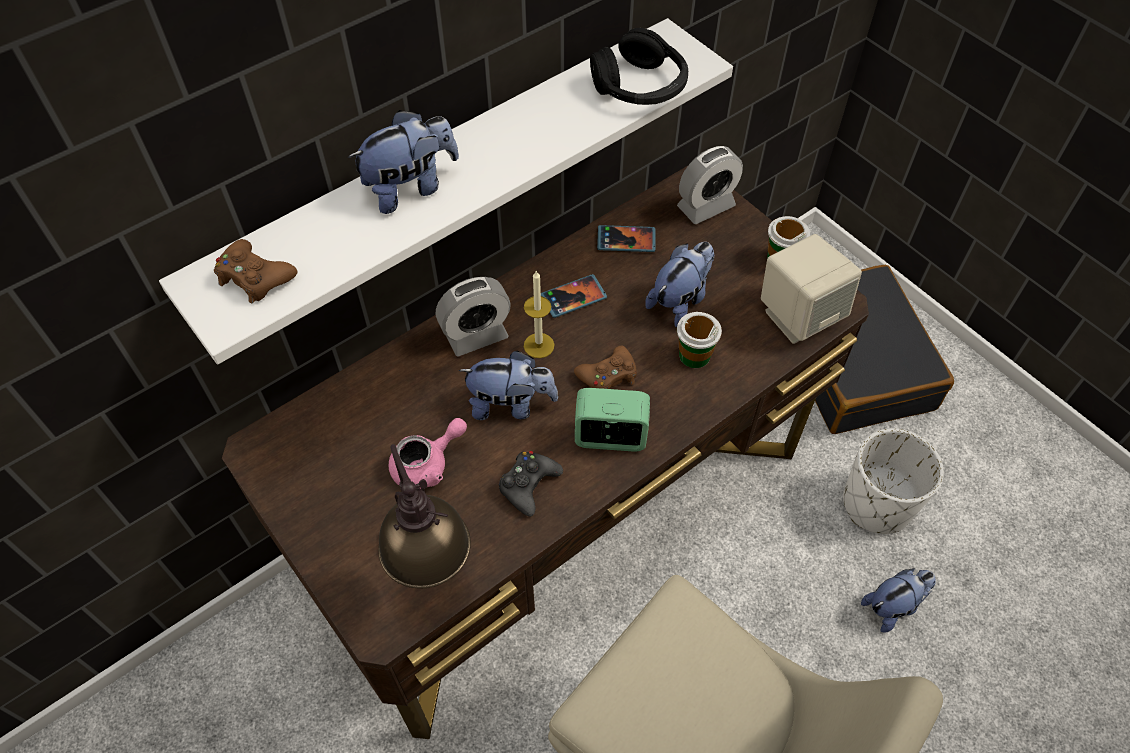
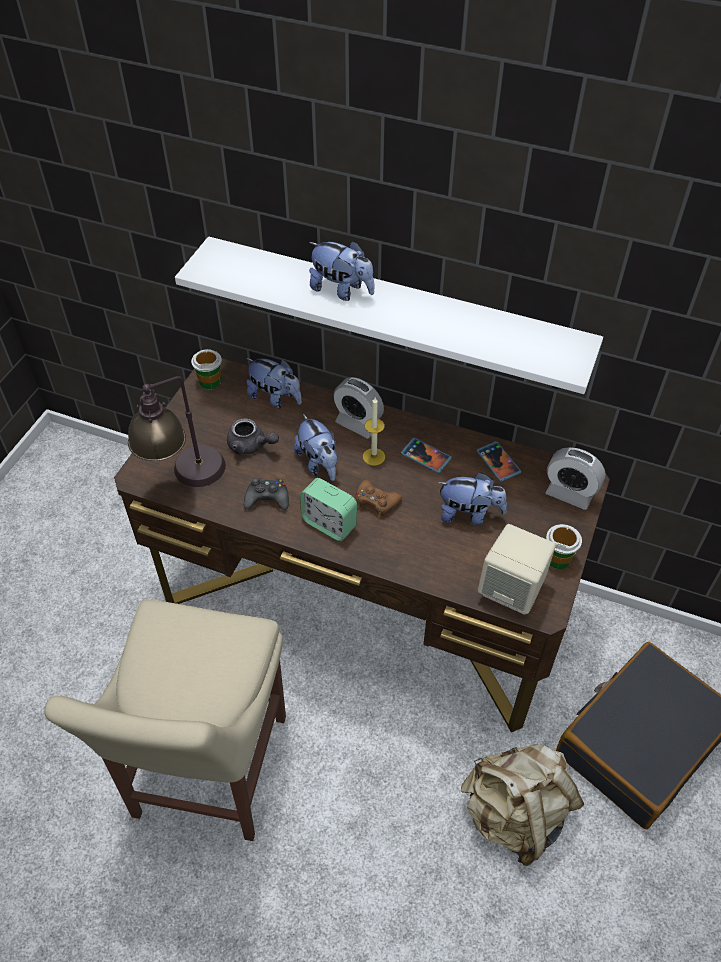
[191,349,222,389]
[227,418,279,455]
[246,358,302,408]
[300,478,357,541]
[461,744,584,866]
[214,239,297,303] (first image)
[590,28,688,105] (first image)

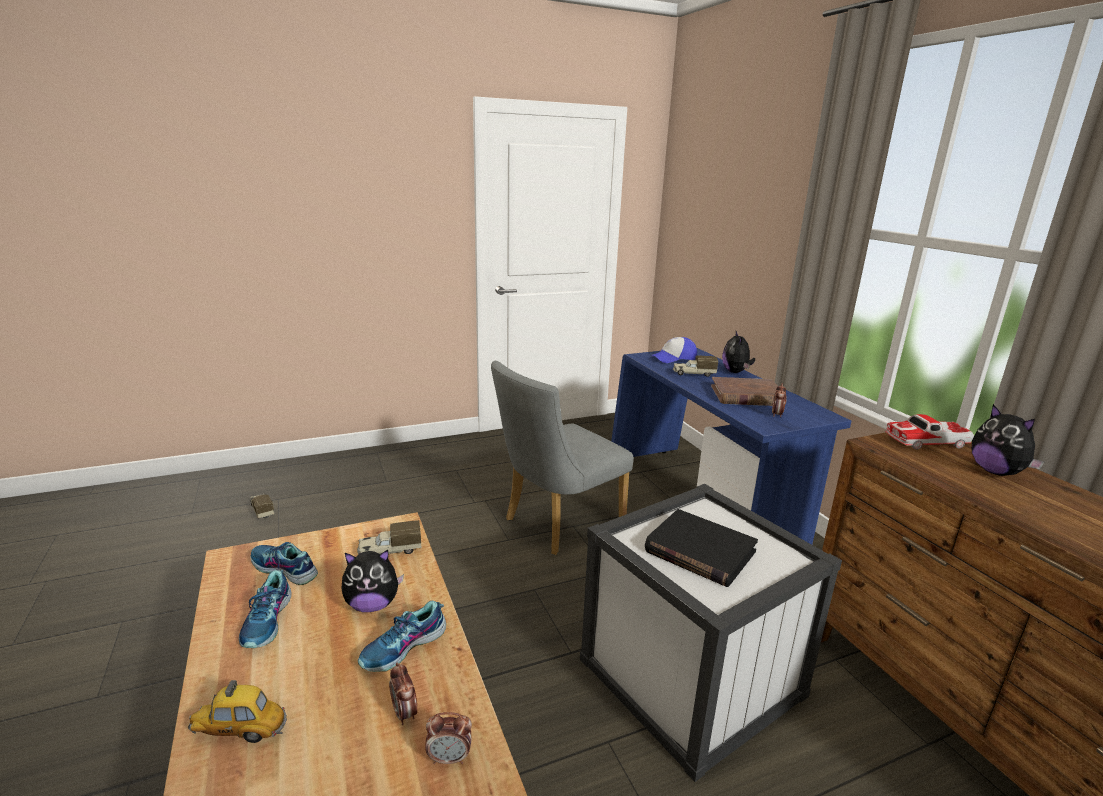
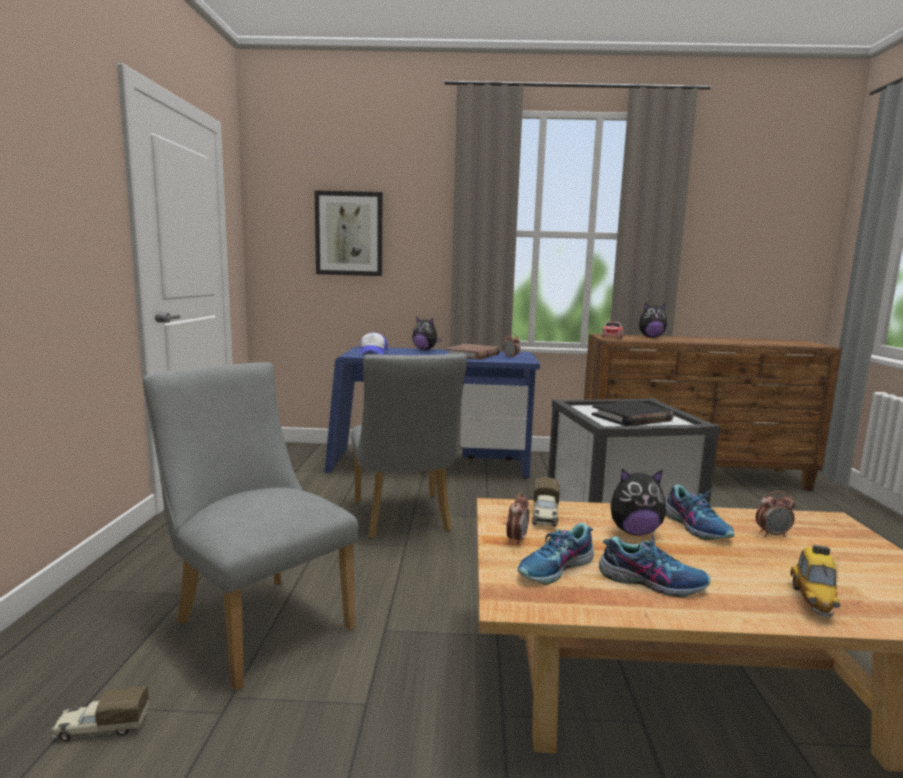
[143,362,358,691]
[314,190,383,276]
[507,493,529,545]
[611,469,666,536]
[673,356,718,377] (first image)

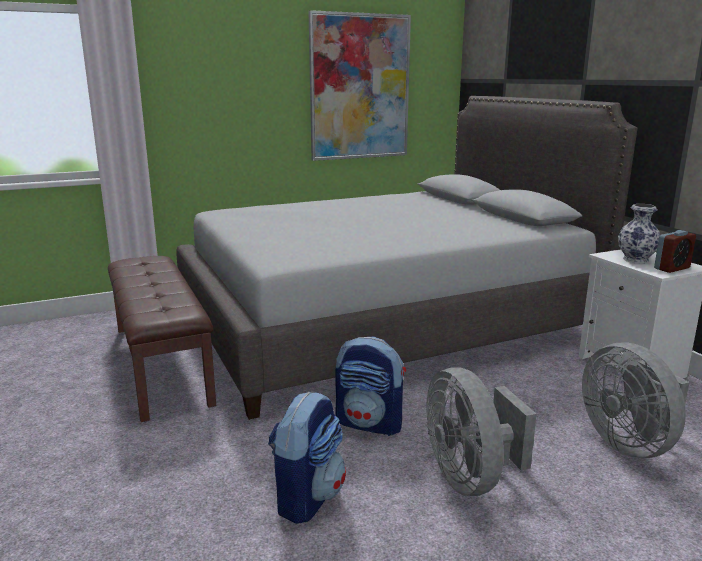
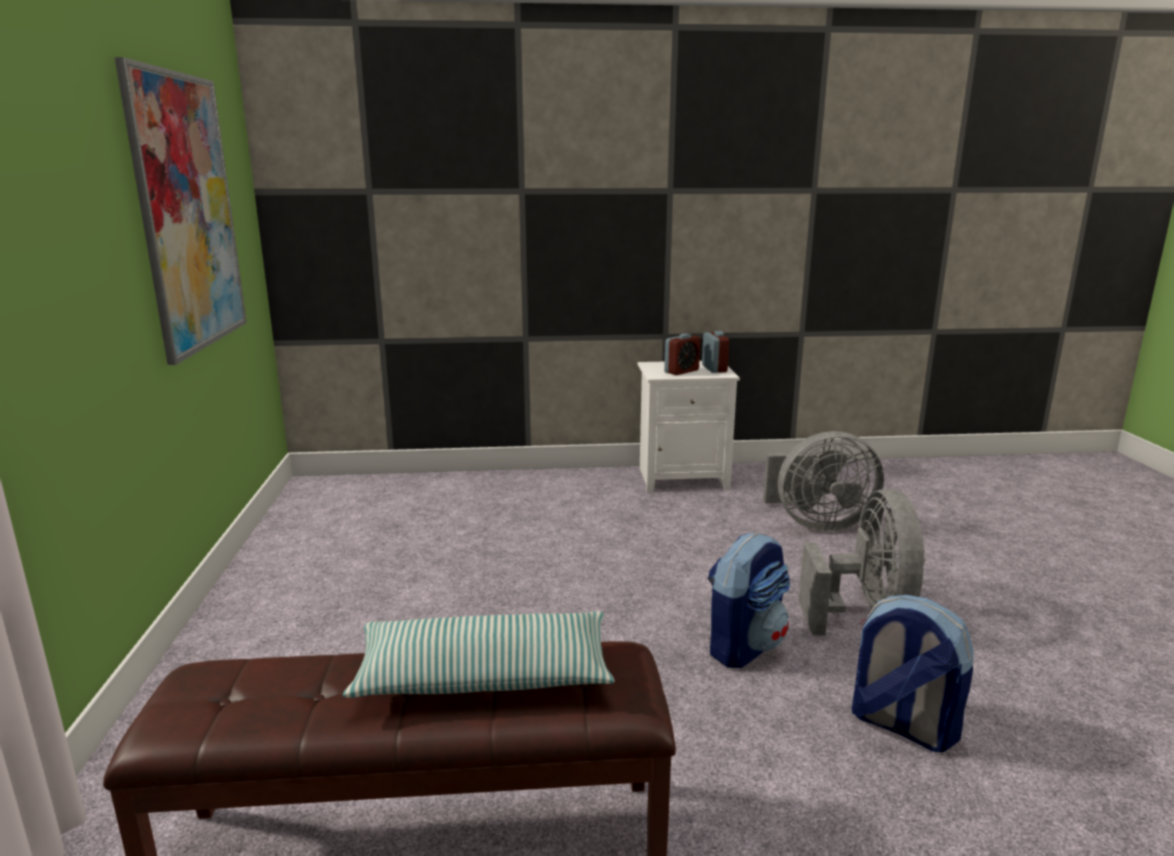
[343,611,615,698]
[664,333,700,375]
[798,489,925,635]
[177,96,637,420] (first image)

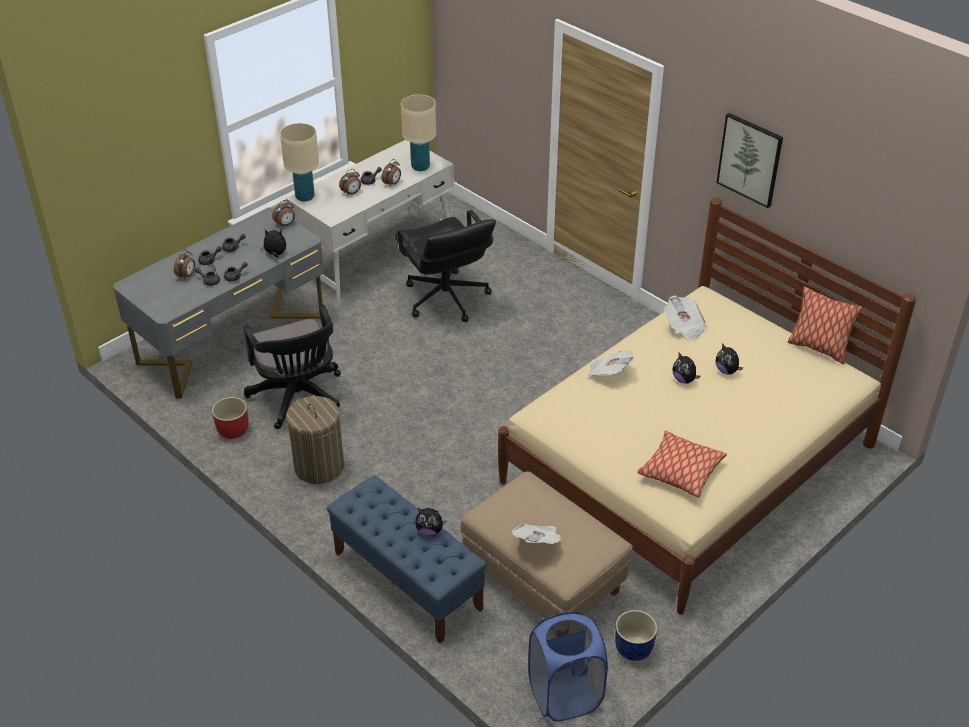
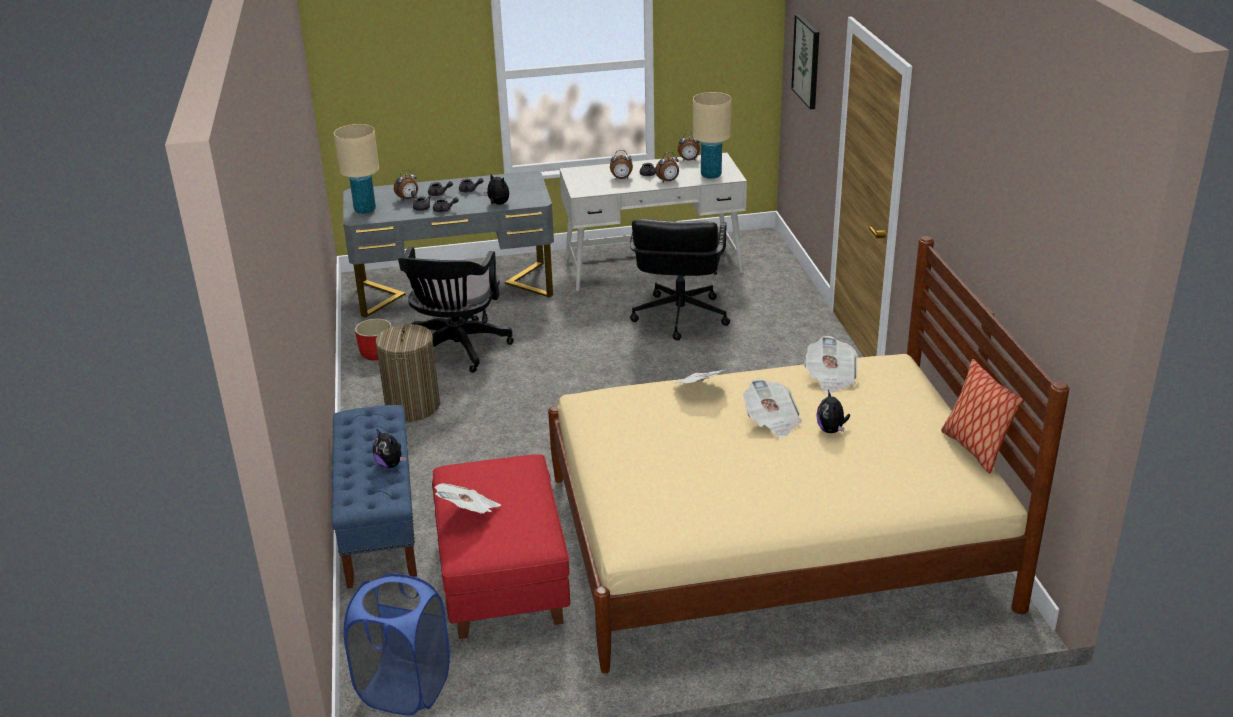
[334,124,379,214]
[432,454,570,639]
[678,132,700,161]
[743,378,802,438]
[791,14,819,109]
[615,610,657,661] (first image)
[637,431,727,497] (first image)

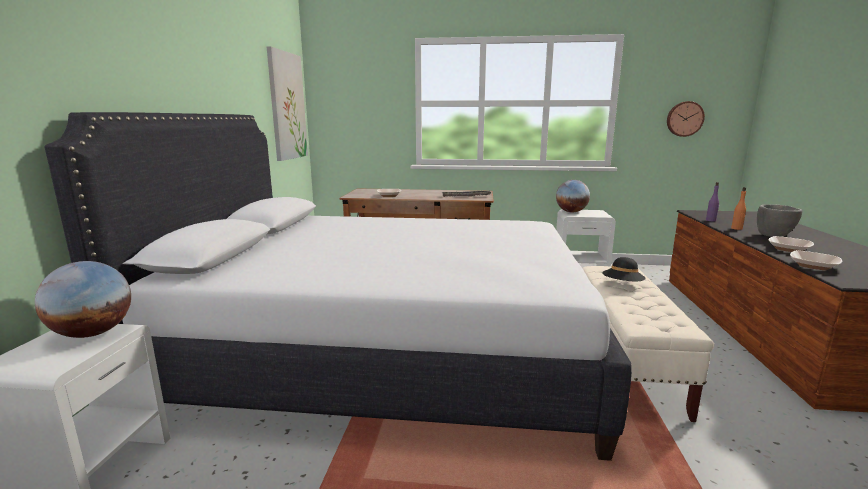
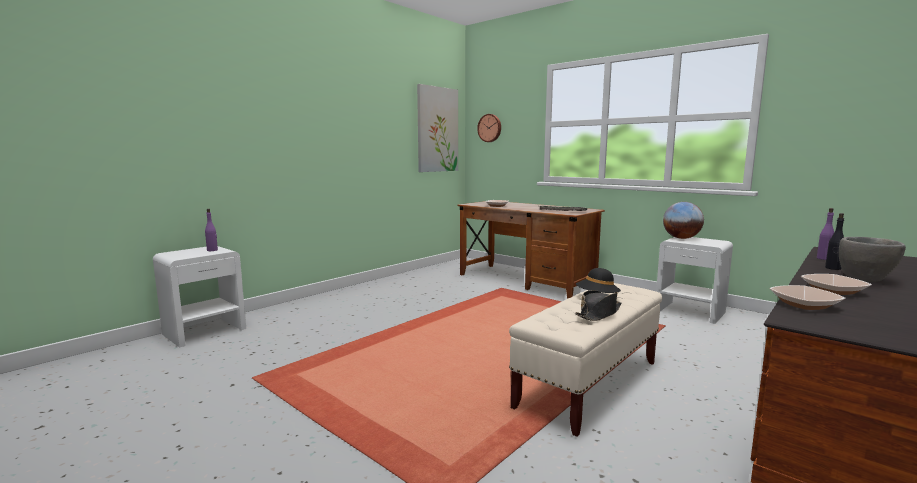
[205,209,218,251]
[477,114,501,142]
[575,290,621,321]
[825,213,844,270]
[44,112,632,461] (first image)

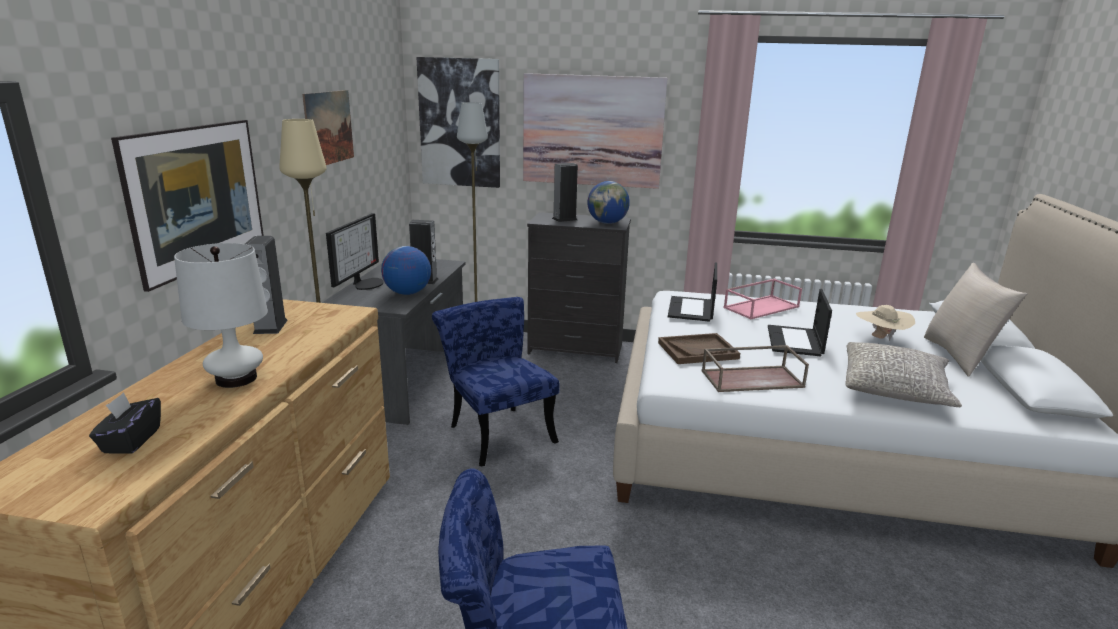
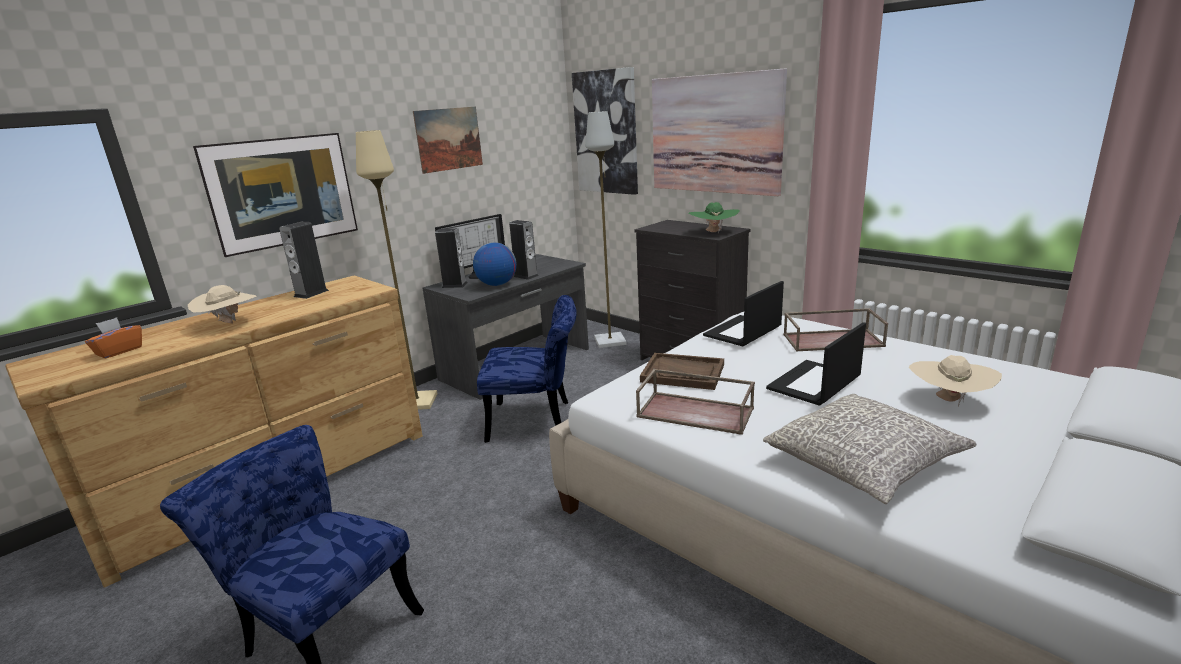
[85,317,142,358]
[188,285,257,323]
[435,228,467,288]
[477,295,576,443]
[689,202,740,234]
[783,308,888,351]
[924,263,1027,377] (first image)

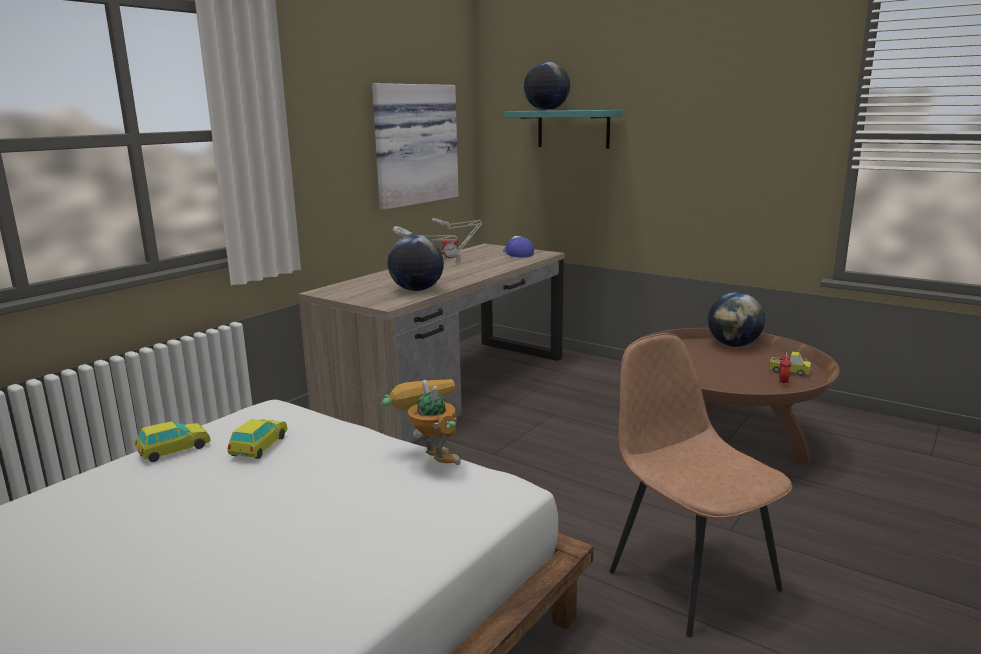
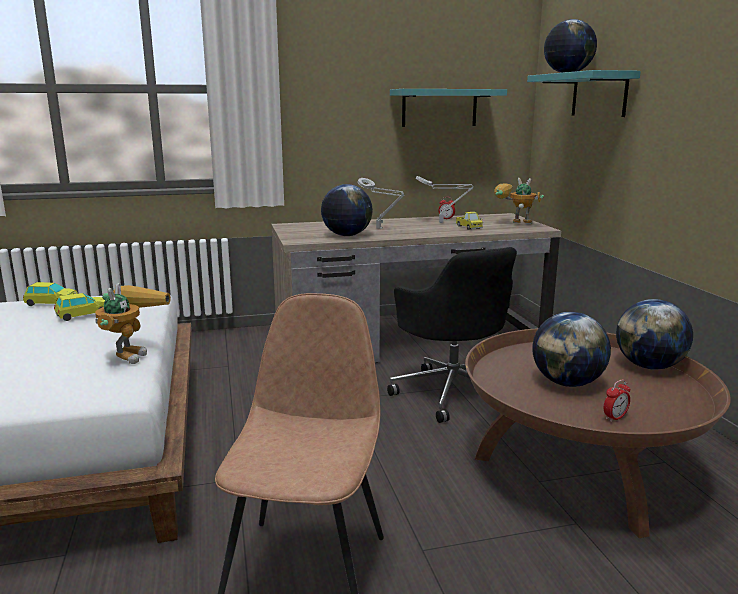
[387,247,517,423]
[390,89,507,127]
[456,212,483,230]
[494,178,544,224]
[533,312,611,387]

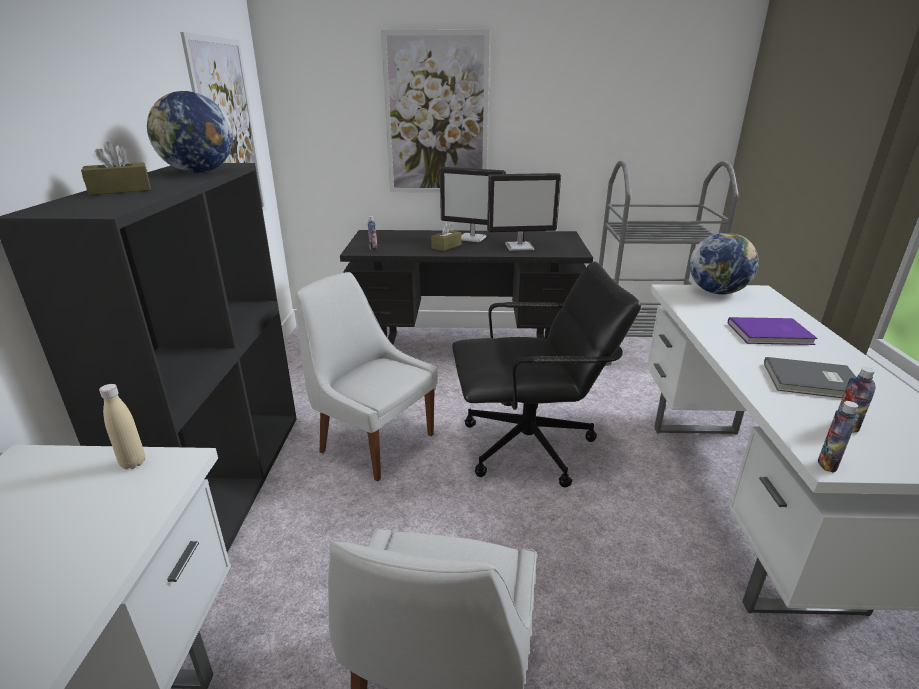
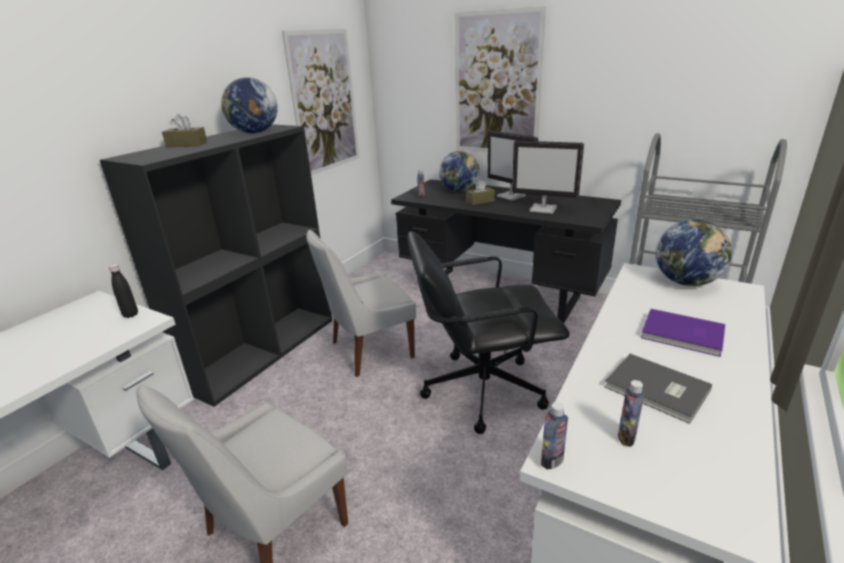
[108,264,138,318]
[306,229,416,377]
[408,231,569,434]
[439,151,479,192]

